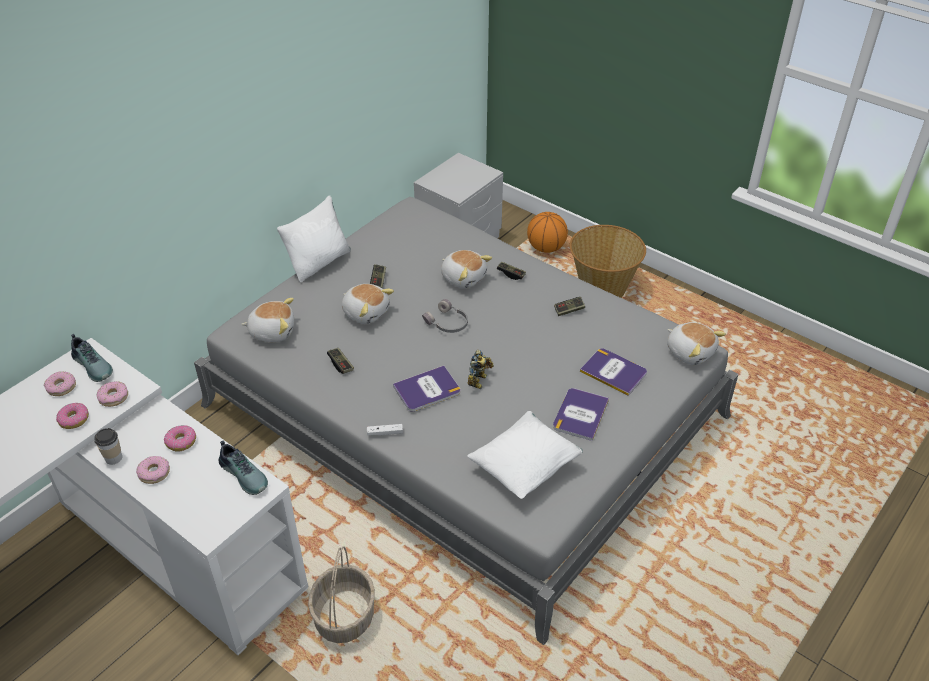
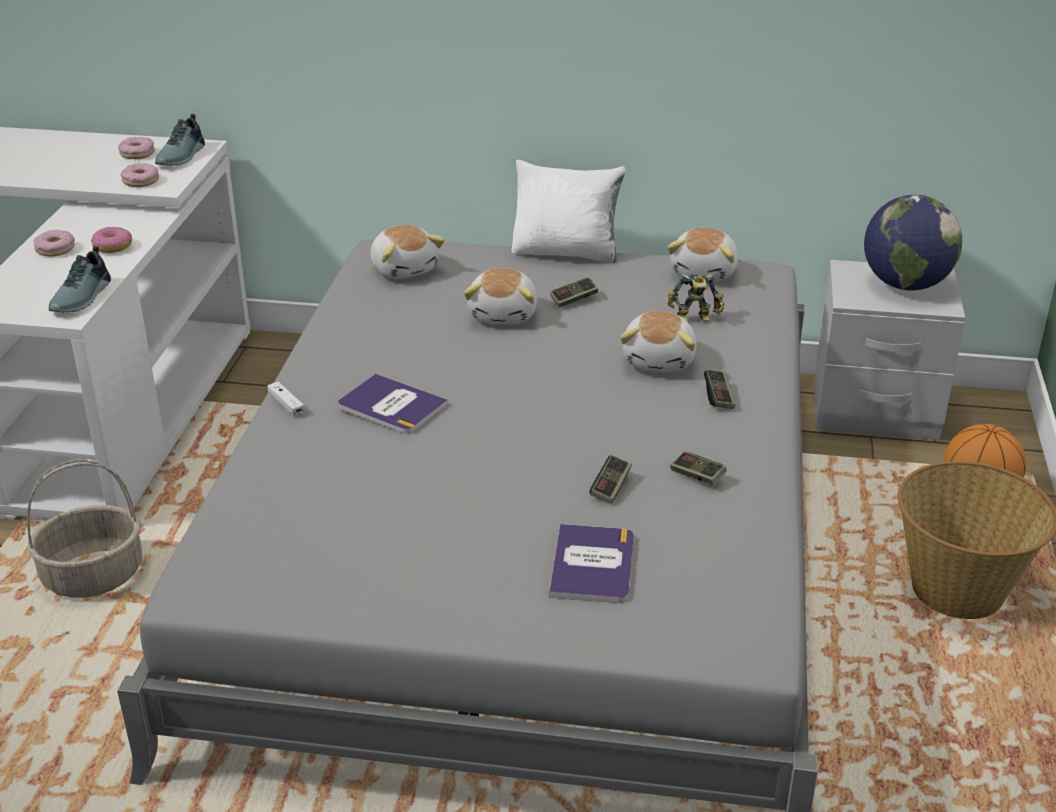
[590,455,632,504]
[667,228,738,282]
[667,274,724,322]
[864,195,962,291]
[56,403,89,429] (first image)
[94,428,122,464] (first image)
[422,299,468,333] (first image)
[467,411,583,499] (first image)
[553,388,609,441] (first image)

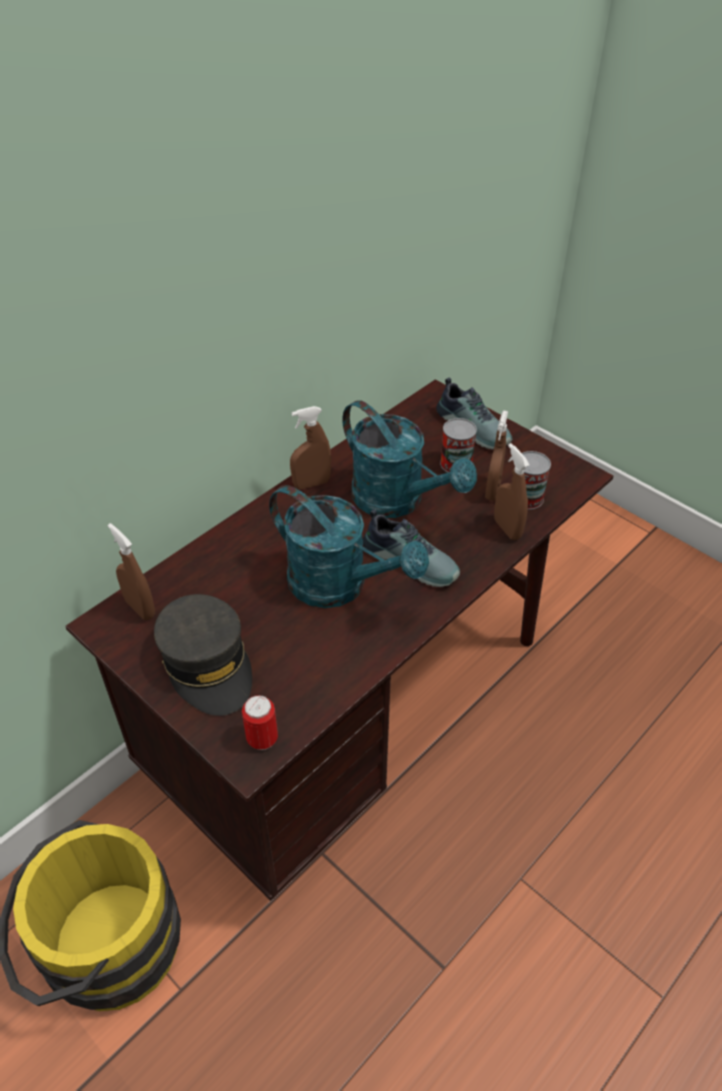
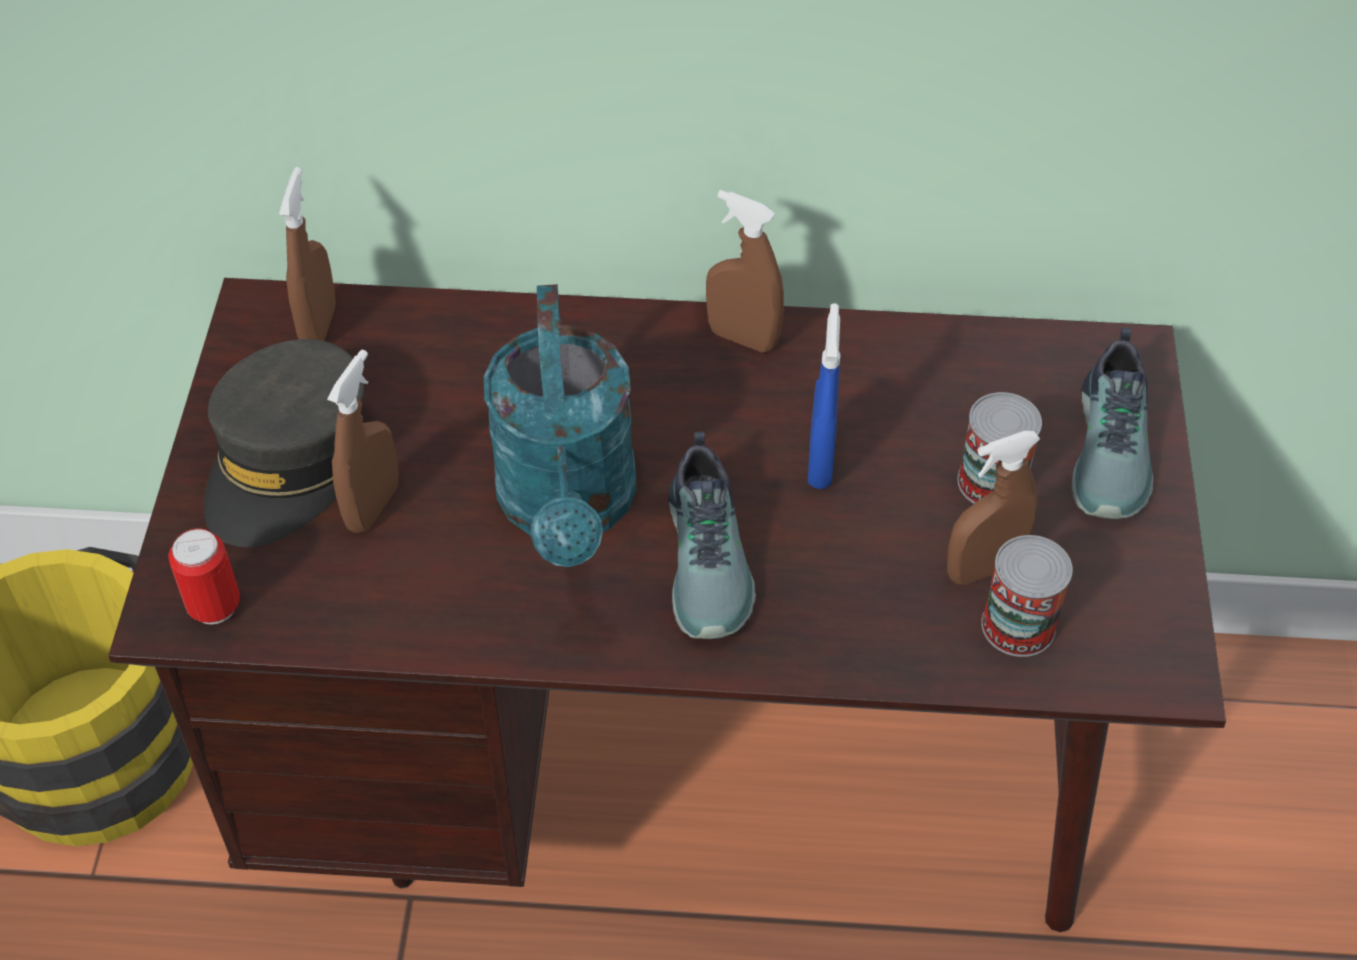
[327,350,398,533]
[808,303,840,489]

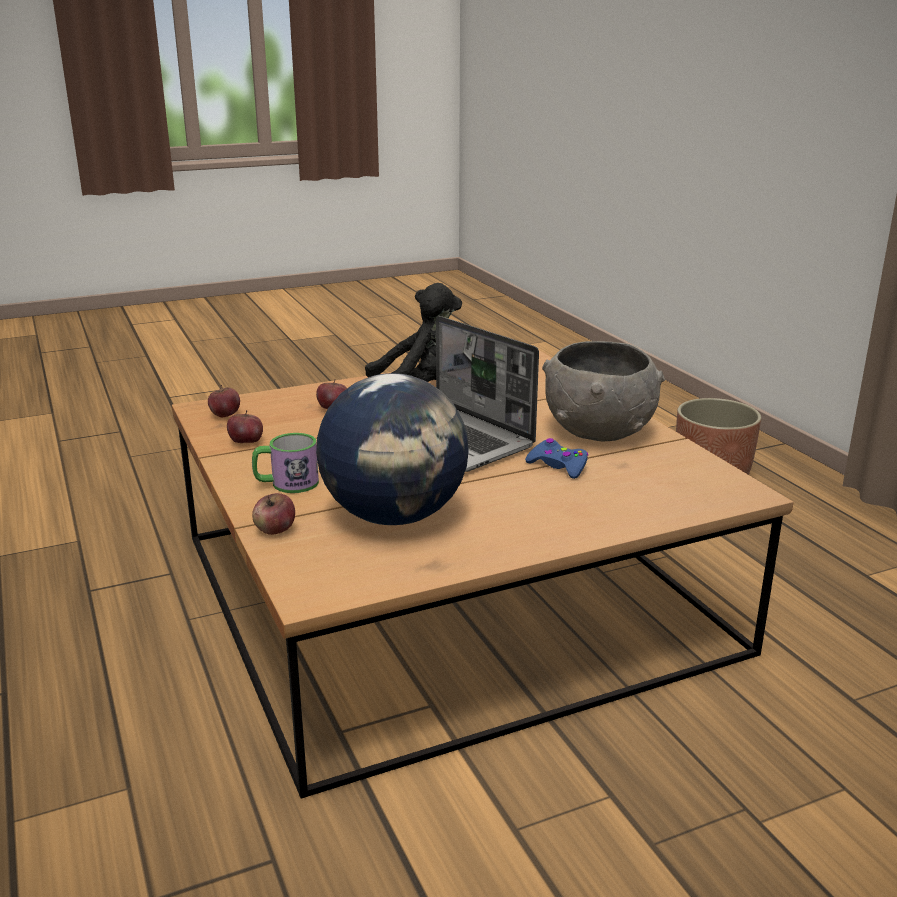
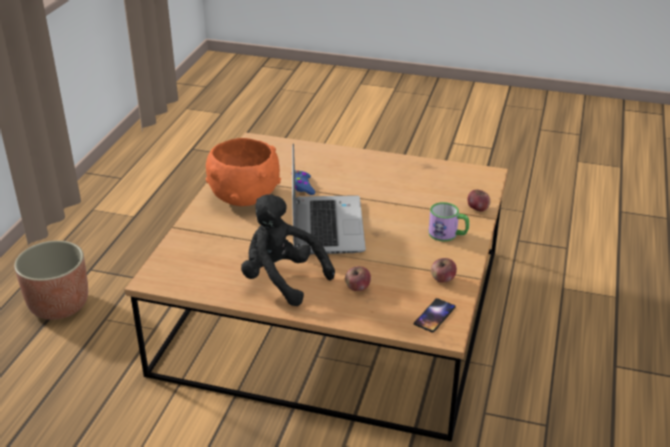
[206,138,281,206]
[414,298,456,333]
[316,373,468,525] (first image)

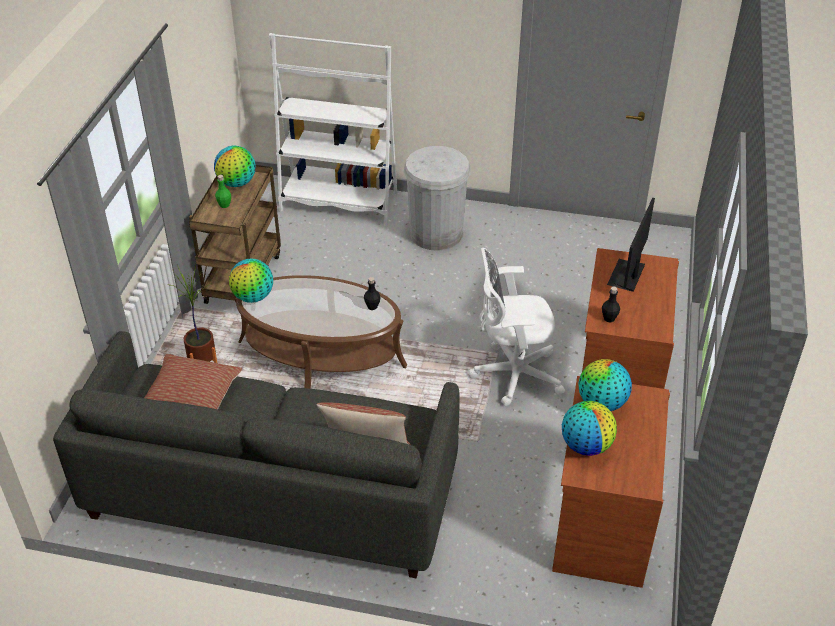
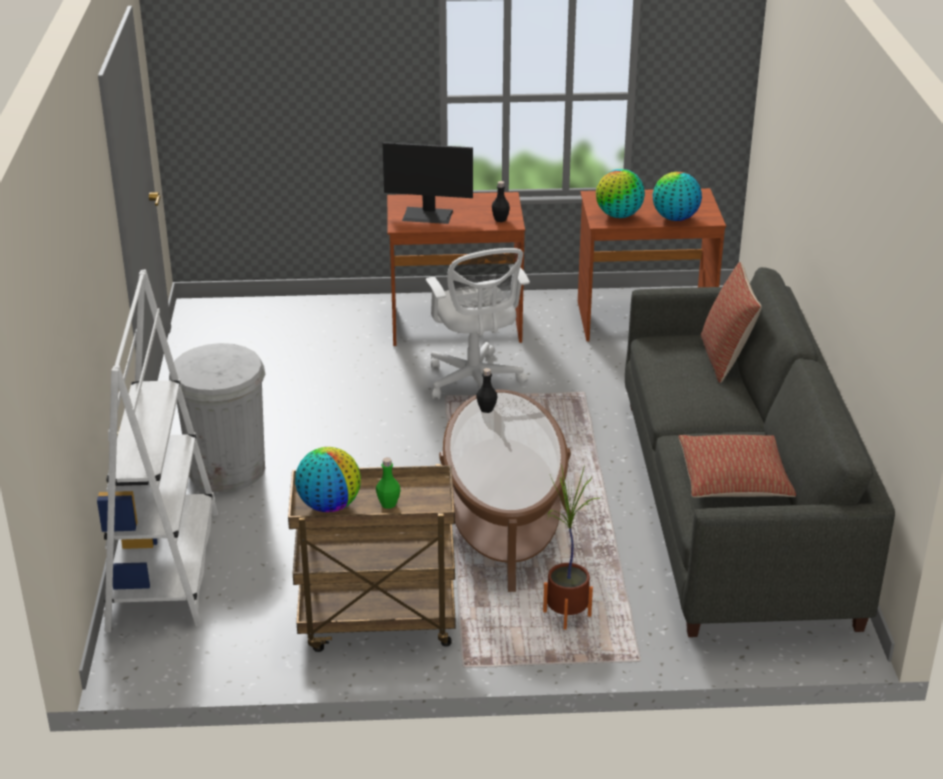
[229,259,273,303] (first image)

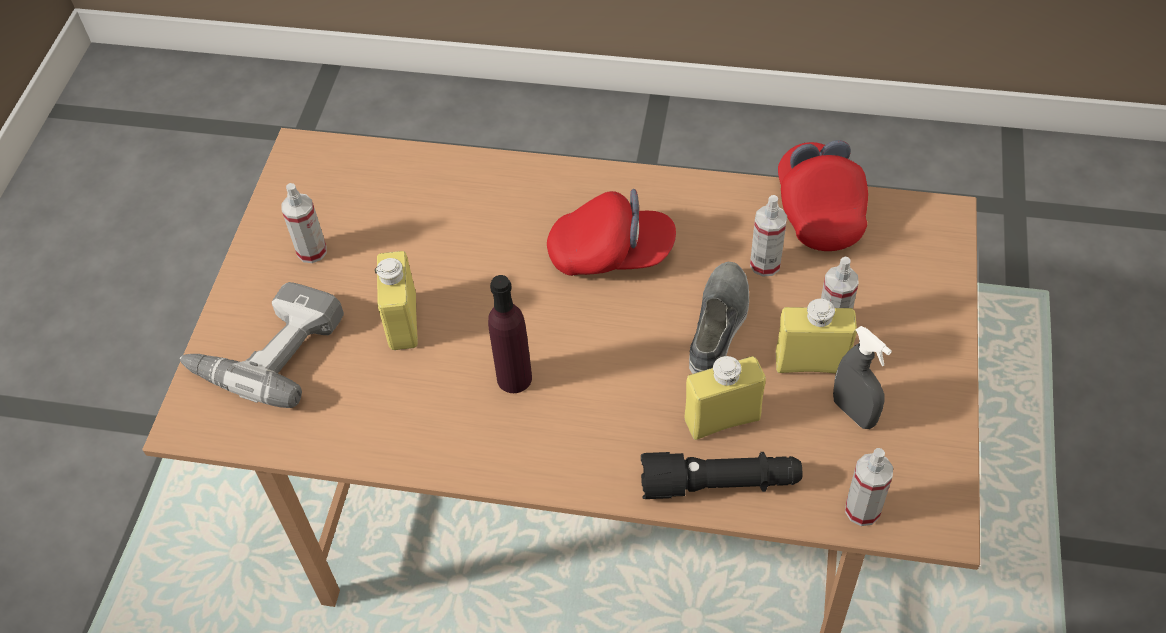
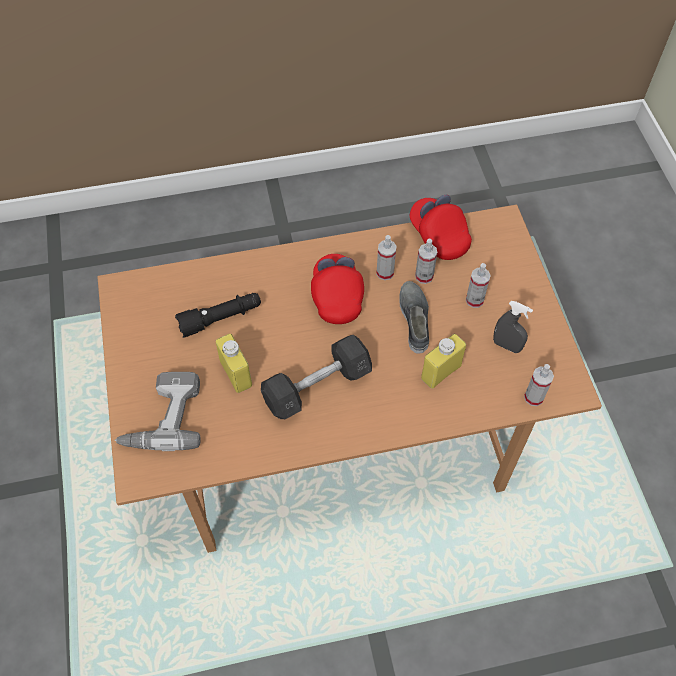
[175,293,261,338]
[261,335,372,419]
[311,254,364,324]
[376,235,396,280]
[776,298,857,374] (first image)

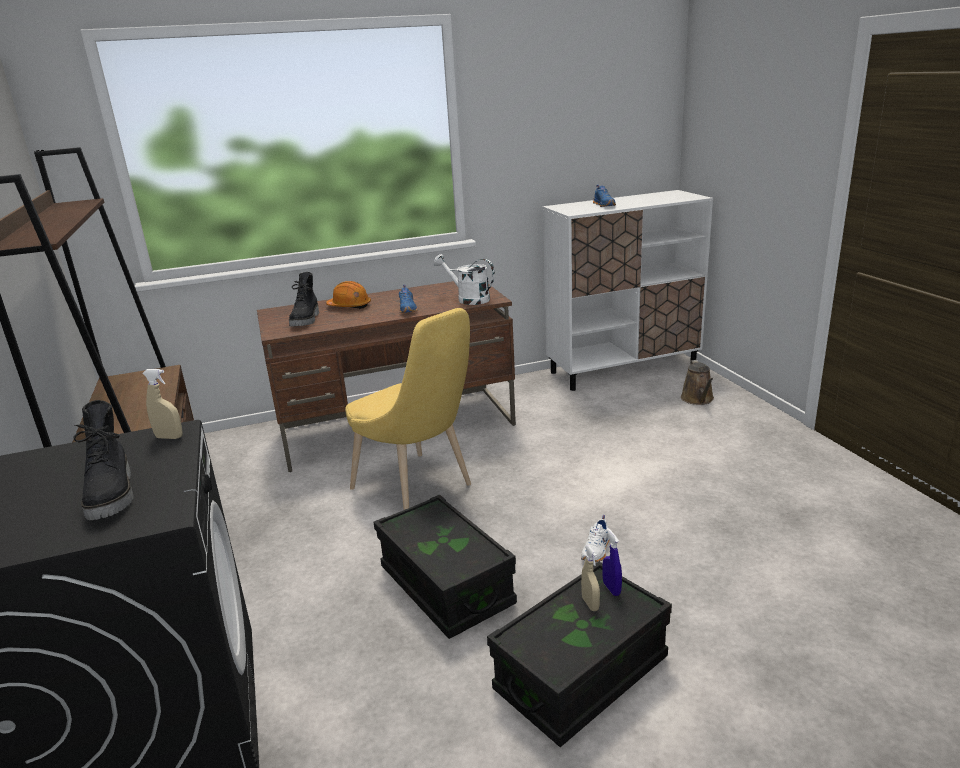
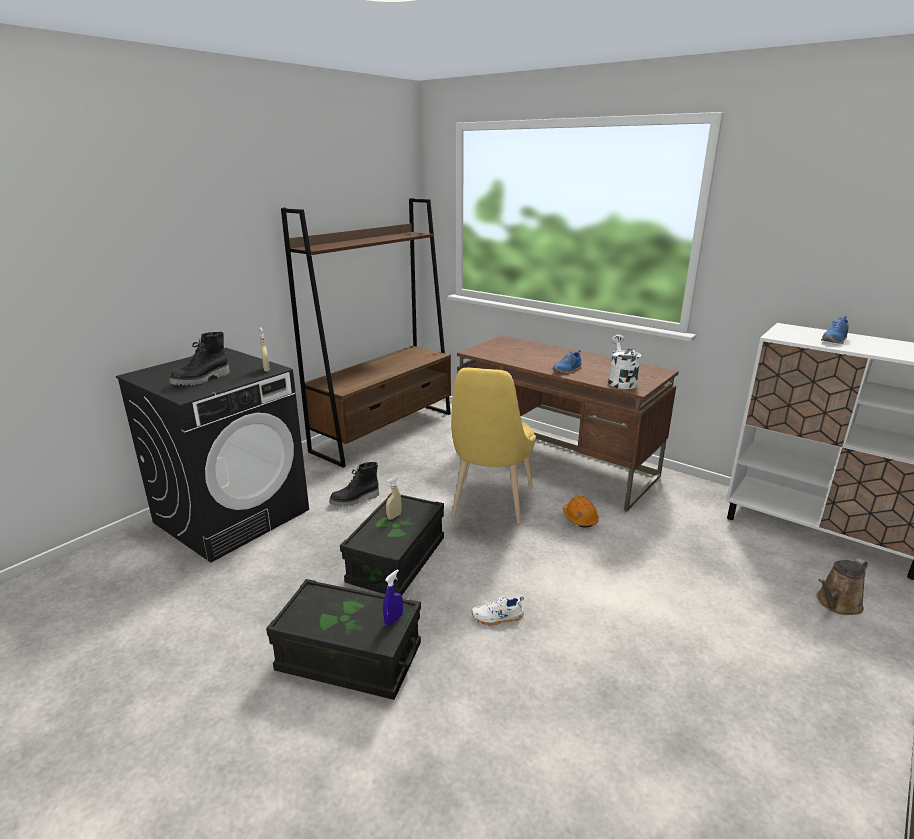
[329,462,379,506]
[386,477,401,520]
[563,496,599,528]

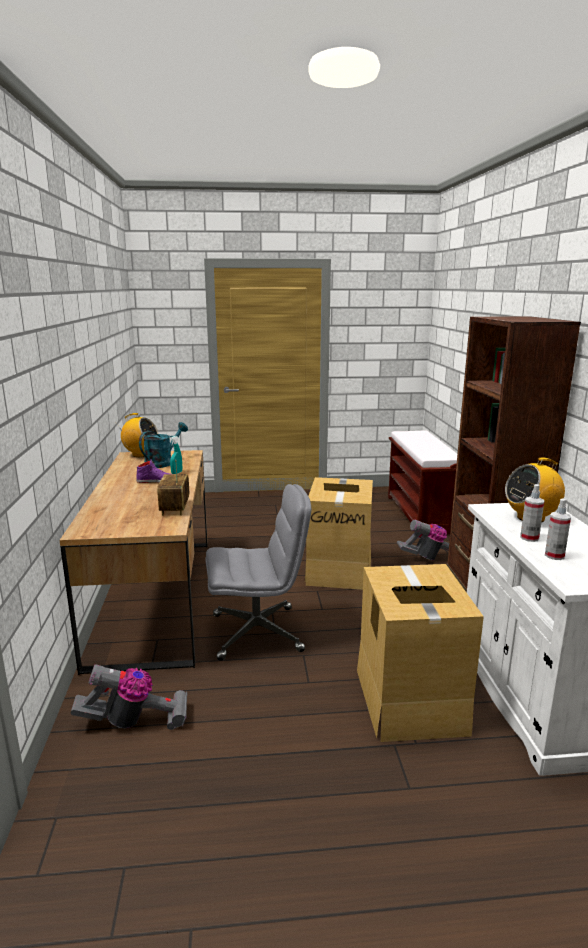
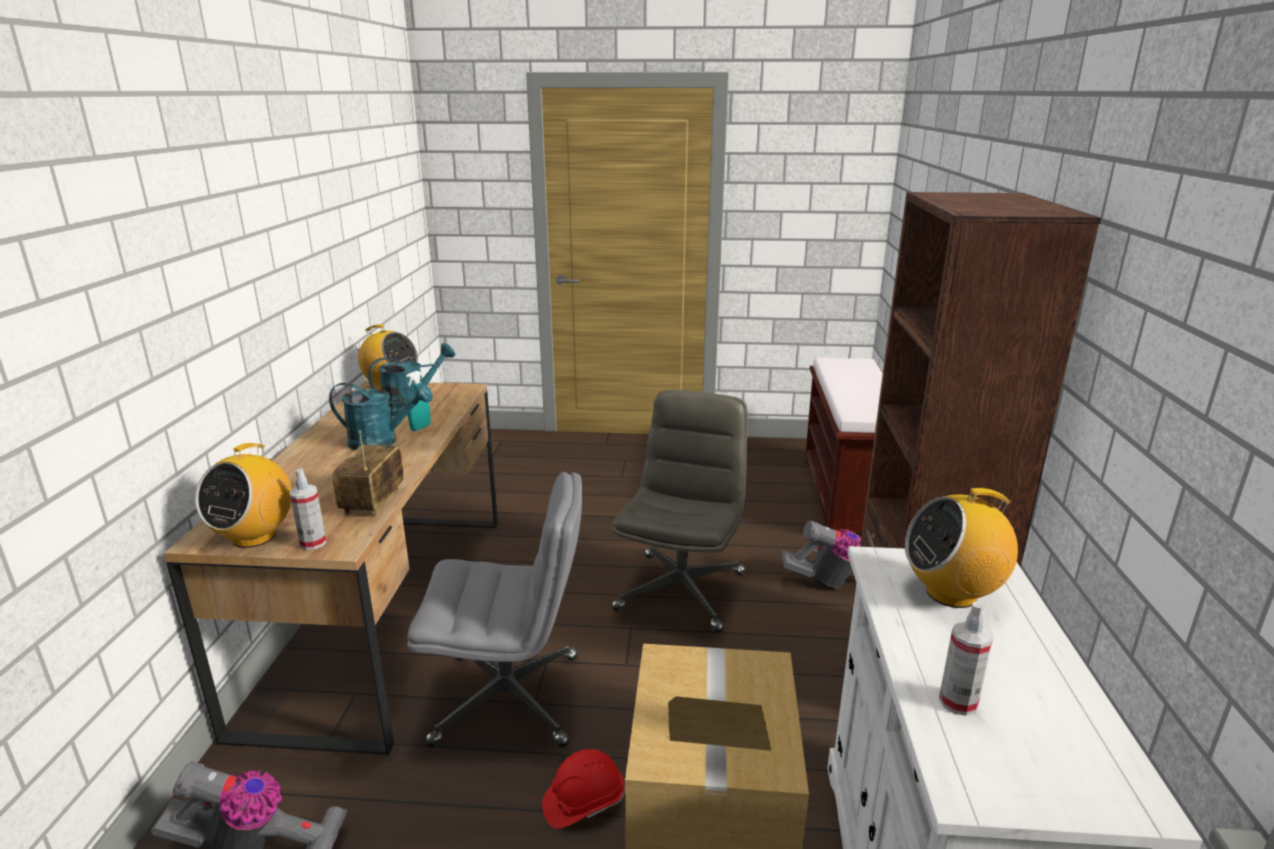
[195,443,292,548]
[289,468,326,550]
[329,382,433,450]
[542,749,624,829]
[612,390,748,633]

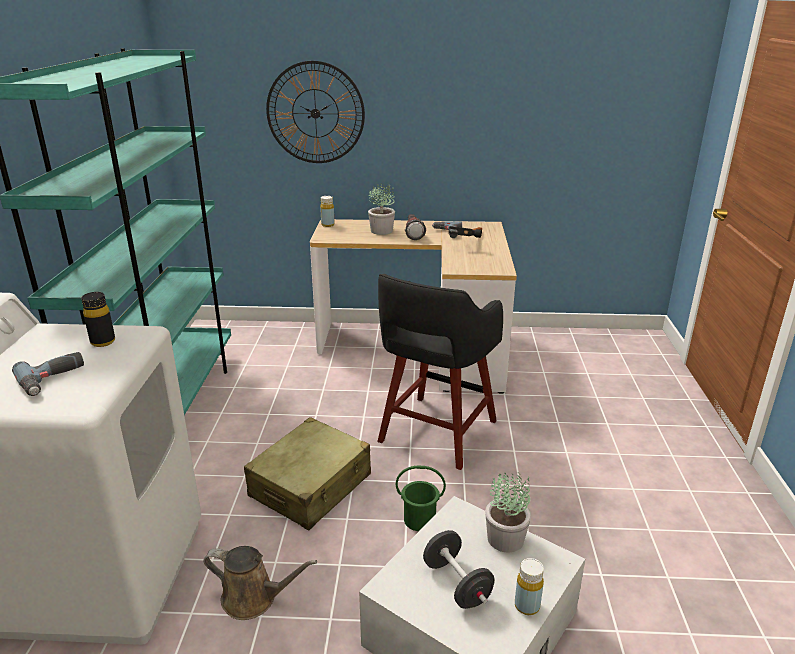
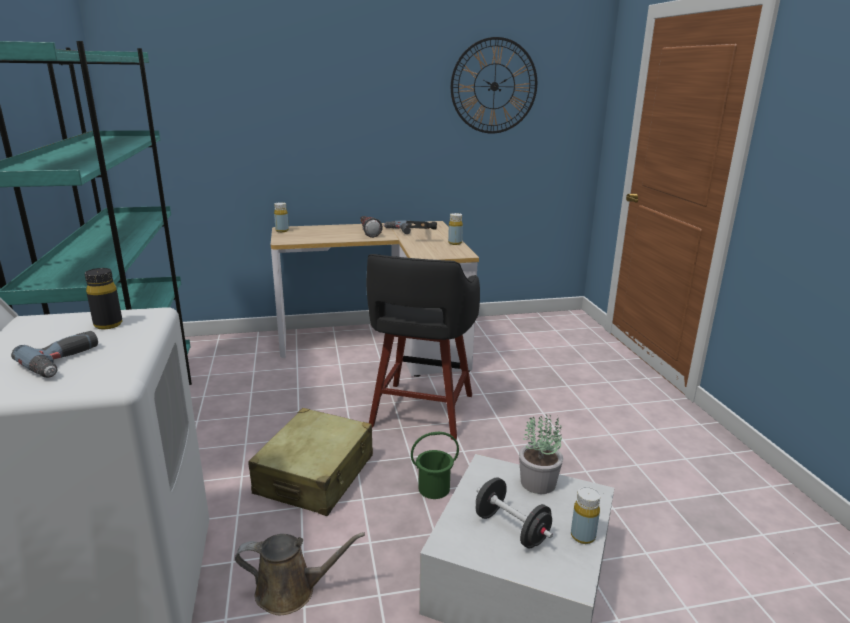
[448,213,463,245]
[451,37,537,134]
[368,183,395,235] (first image)

